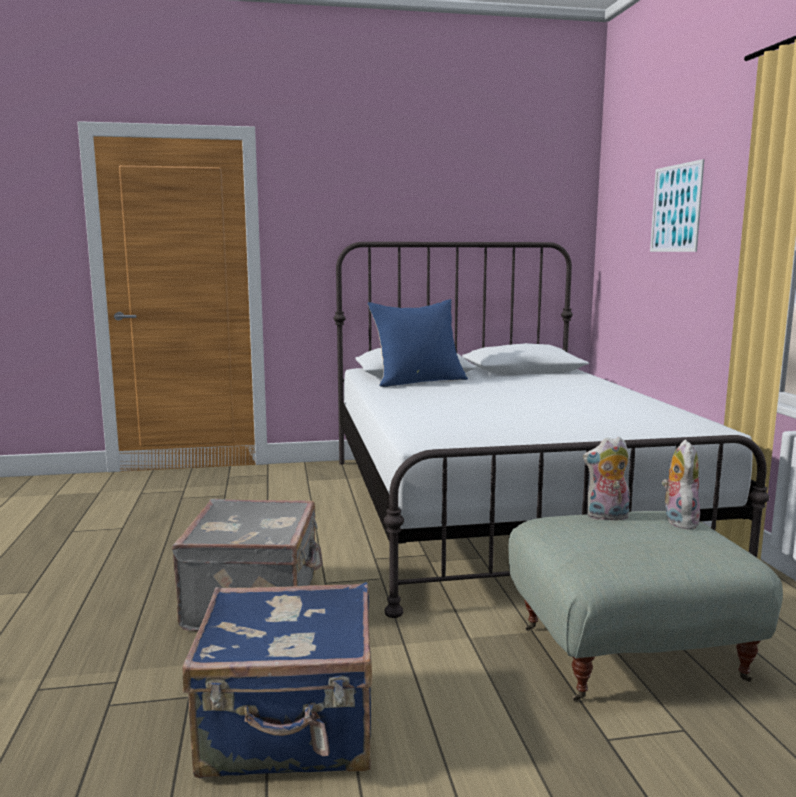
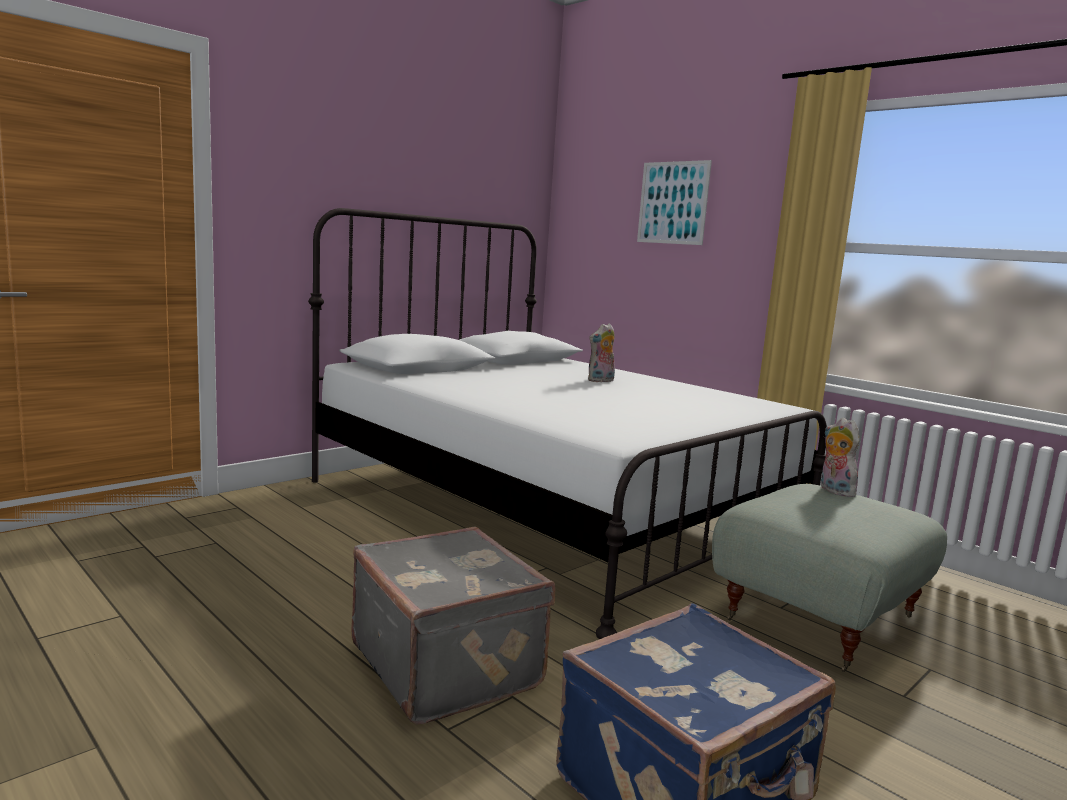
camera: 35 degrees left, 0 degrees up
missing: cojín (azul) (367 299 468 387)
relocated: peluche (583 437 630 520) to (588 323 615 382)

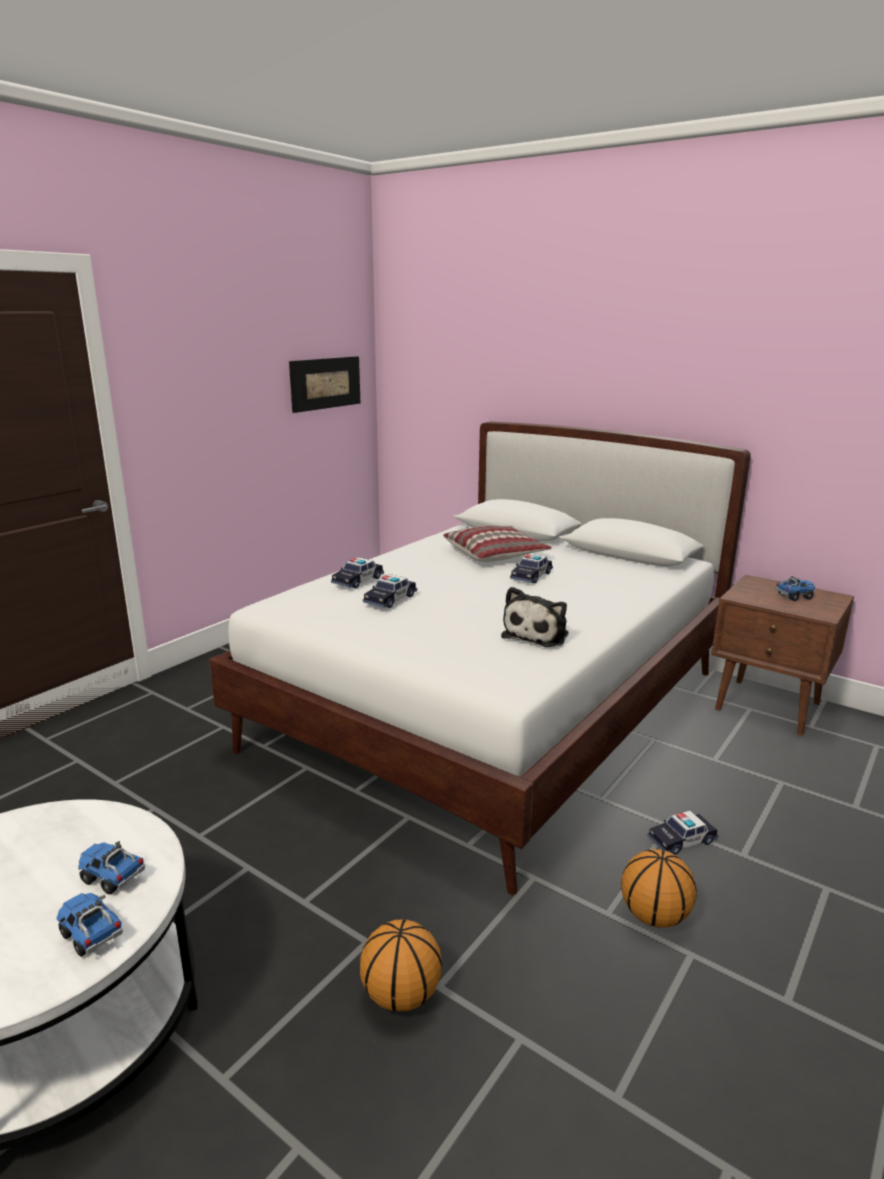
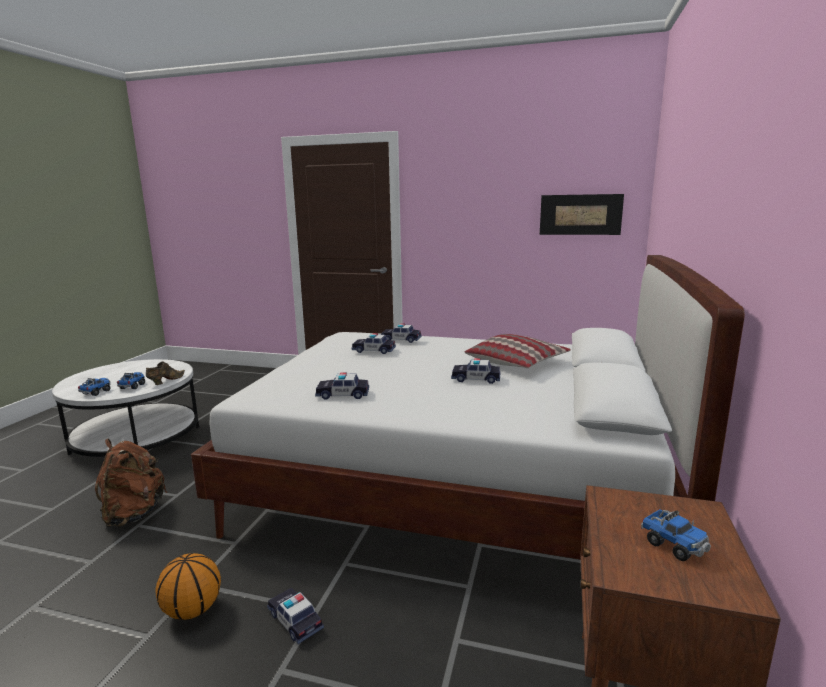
camera: 70 degrees right, 5 degrees down
appeared: zapato (marrón) (146 361 185 385)
exchanged: balón de baloncesto (360 919 442 1012) to mochila (marrón) (95 438 167 527); peluche (501 587 569 647) to coche de juguete (315 372 369 399)

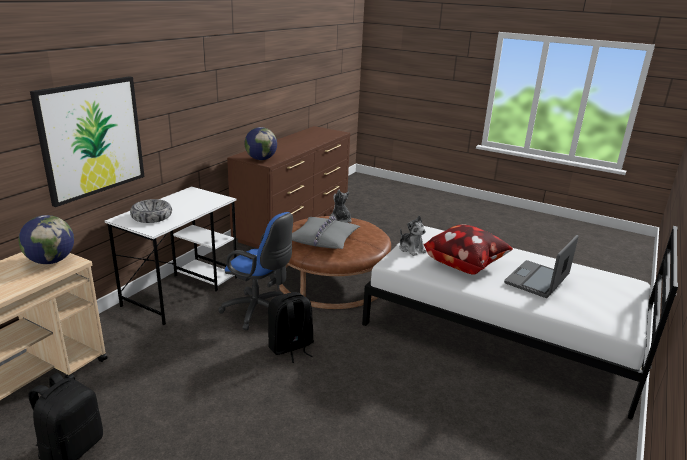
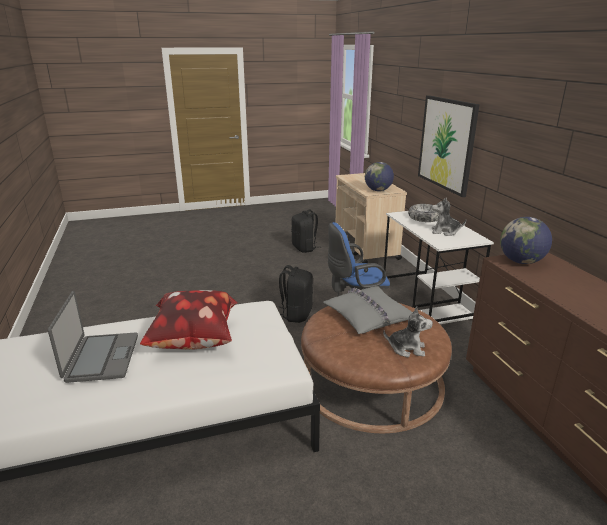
camera: 135 degrees right, 0 degrees up
relocated: peluche (399 215 427 256) to (432 198 466 236)

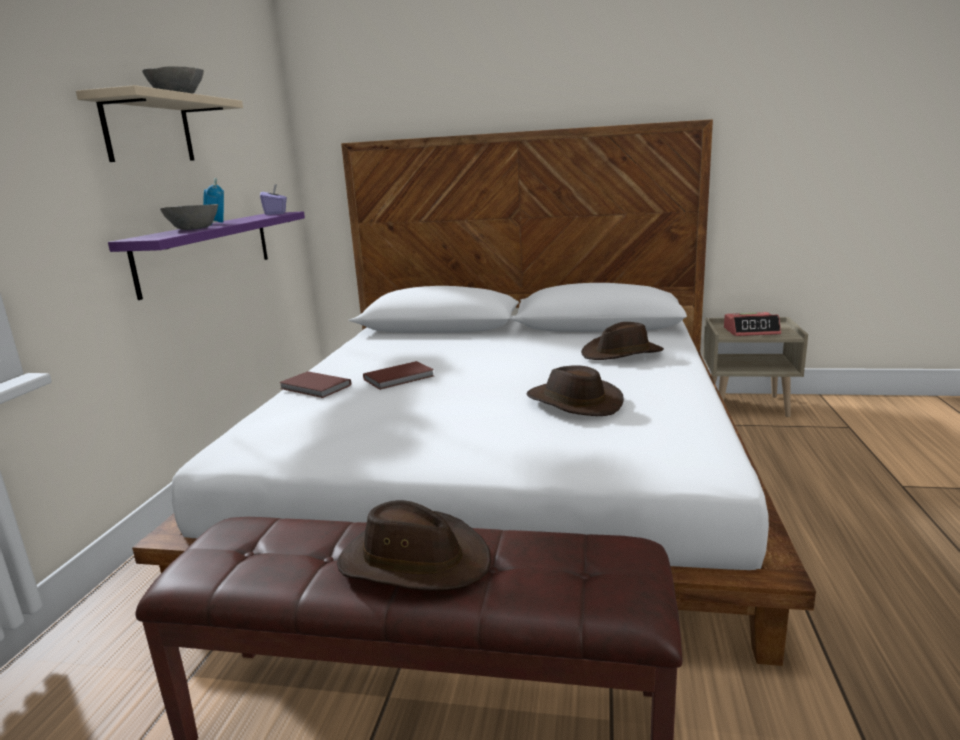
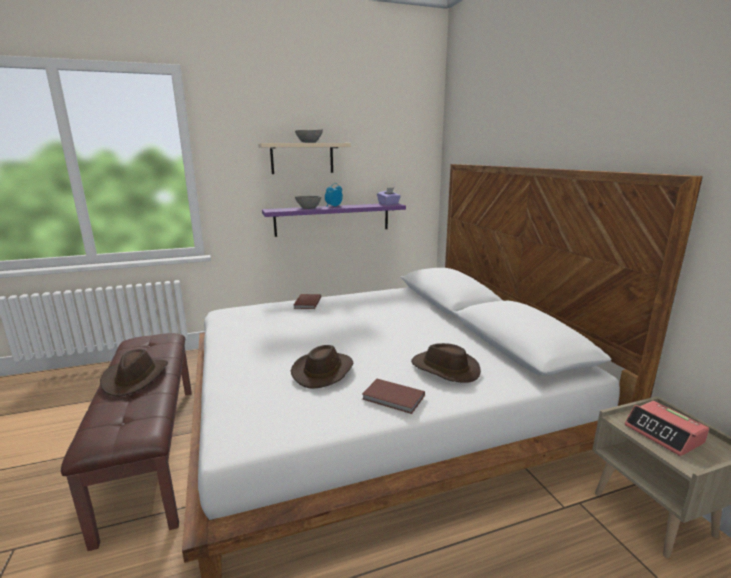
camera: 60 degrees right, 0 degrees up
relocated: libro (marrón) (363 361 434 390) to (362 379 425 414)

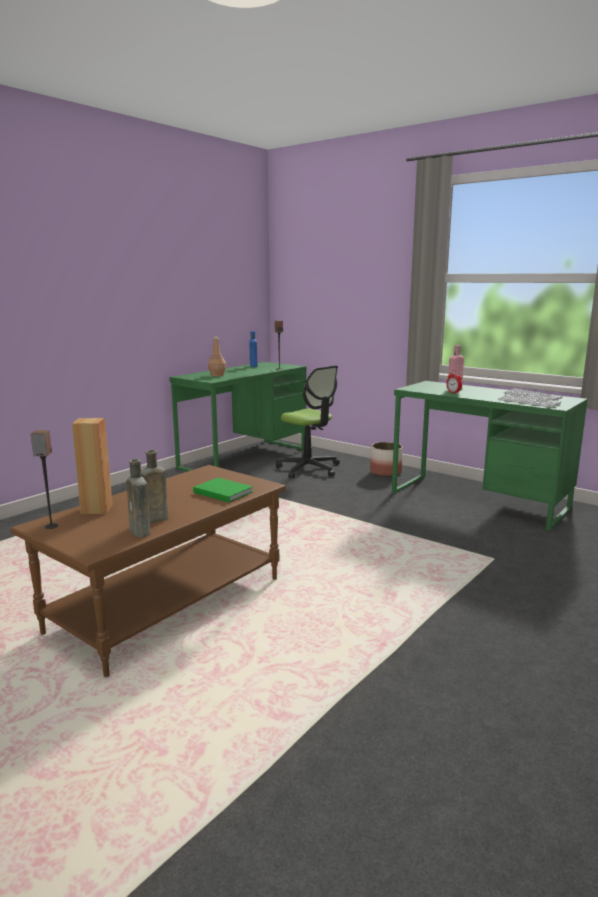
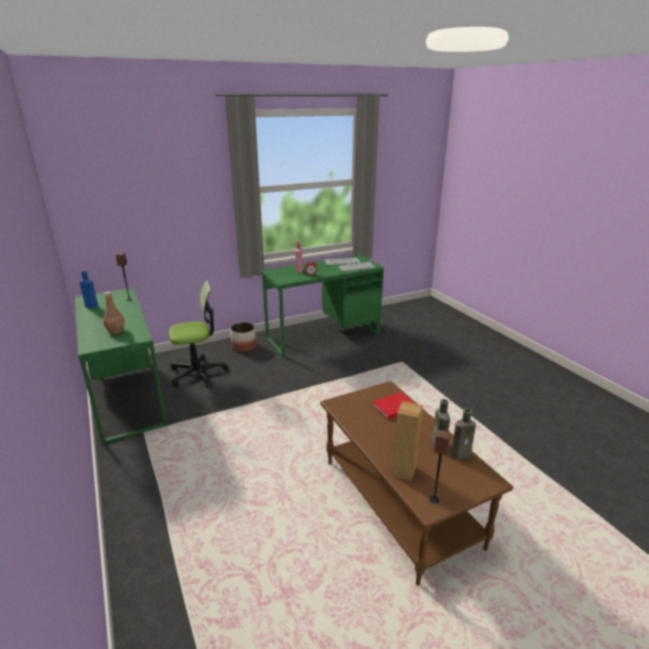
camera: 65 degrees left, 10 degrees up
colour: libro (verde) (193 478 253 503) to libro (rojo) (372 392 414 420)

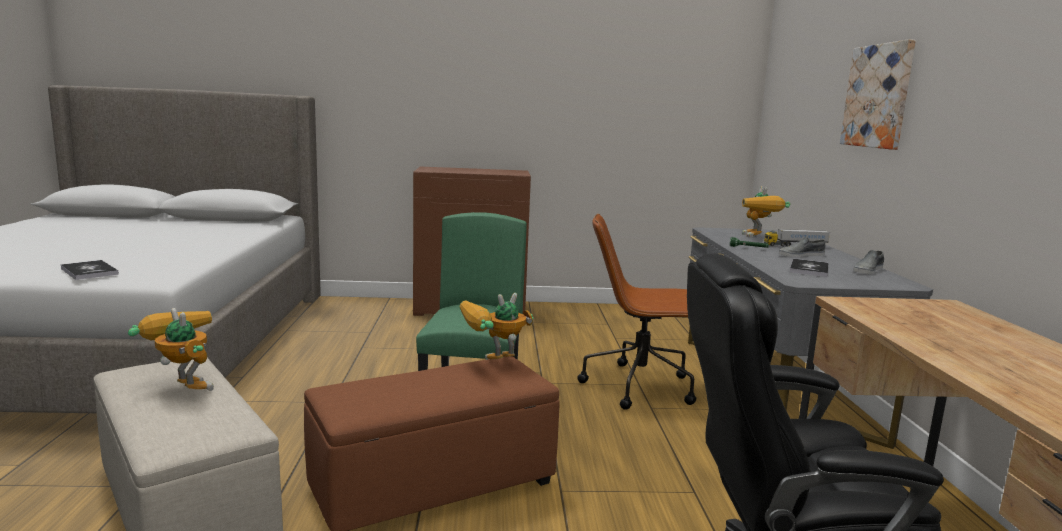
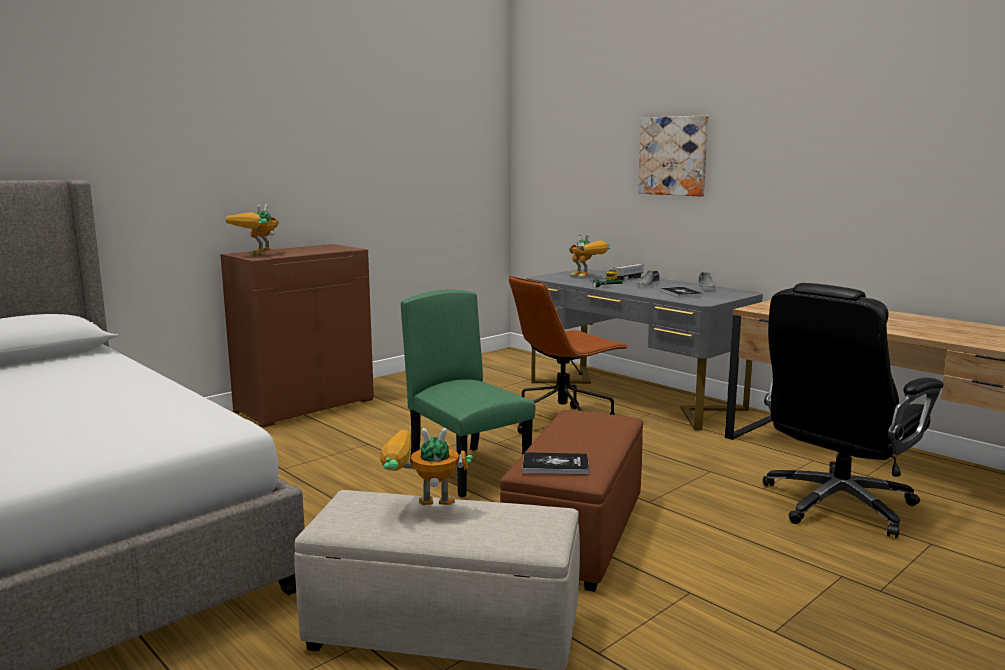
camera: 40 degrees left, 0 degrees up
relocated: robot de juguete (459 293 534 360) to (226 204 279 255); libro (61 260 119 280) to (523 452 589 475)

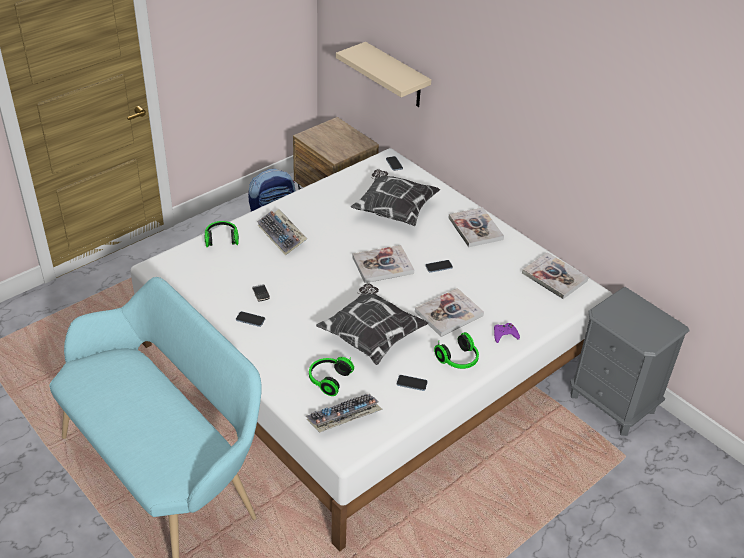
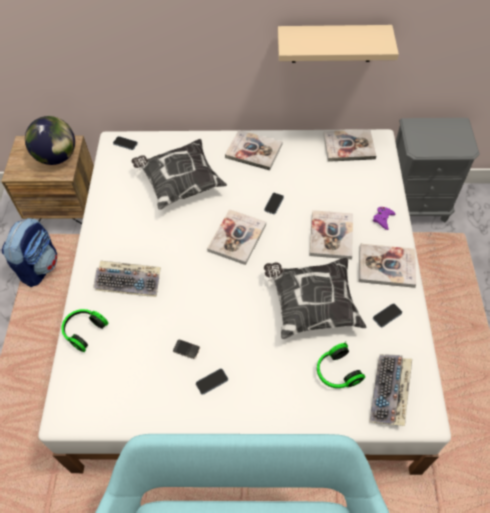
camera: 45 degrees left, 15 degrees up
appeared: globo terráqueo (25 116 75 165)
relocated: estante (beis) (336 42 431 107) to (278 25 399 63)
exchanged: auriculares (434 332 479 369) to libro (359 244 416 288)

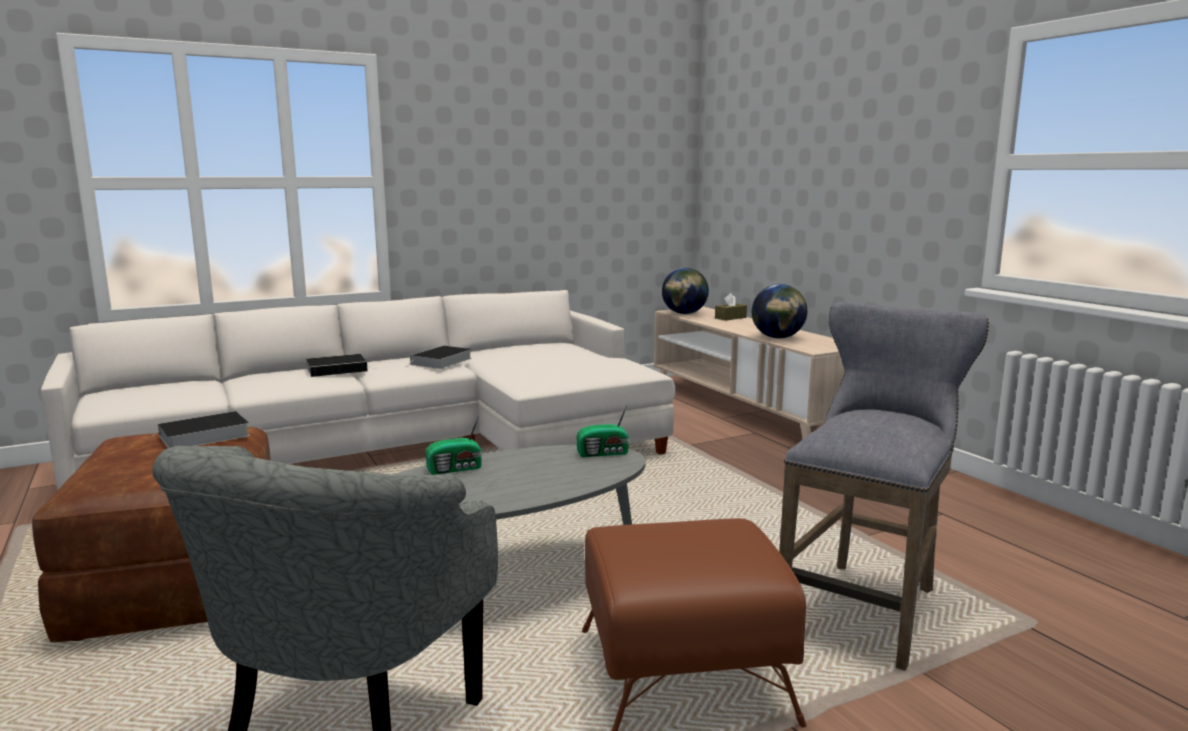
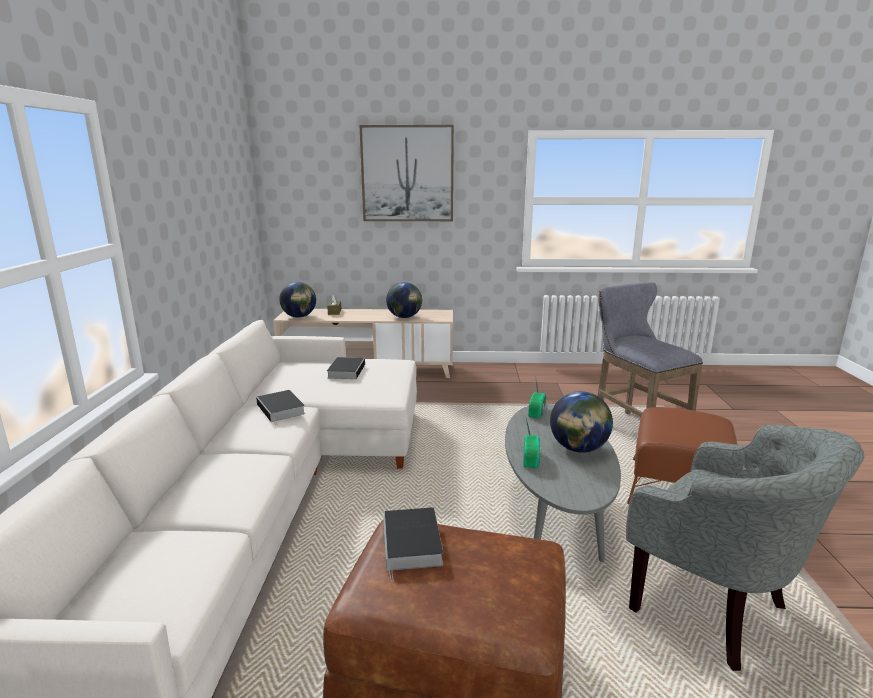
camera: 60 degrees left, 5 degrees up
appeared: cuadro (359 125 454 221); globo terráqueo (550 391 613 453)
relocated: libro (306 354 375 377) to (327 357 365 379)

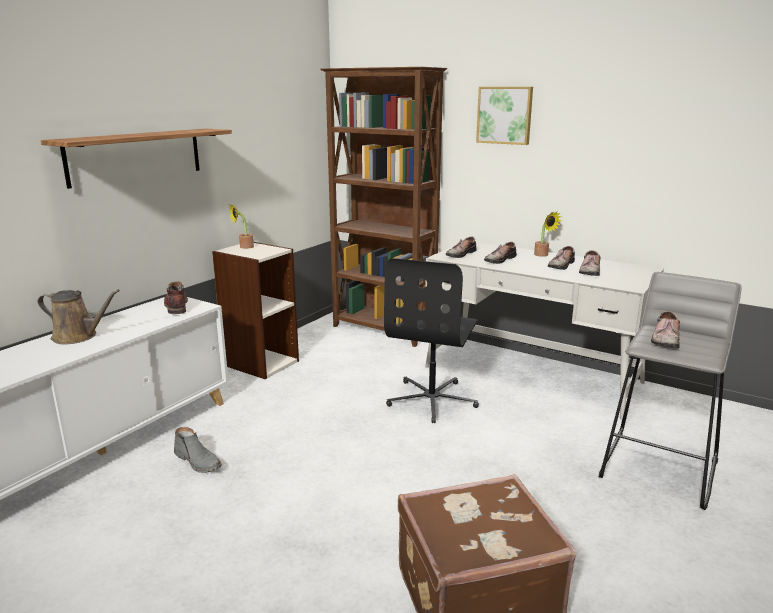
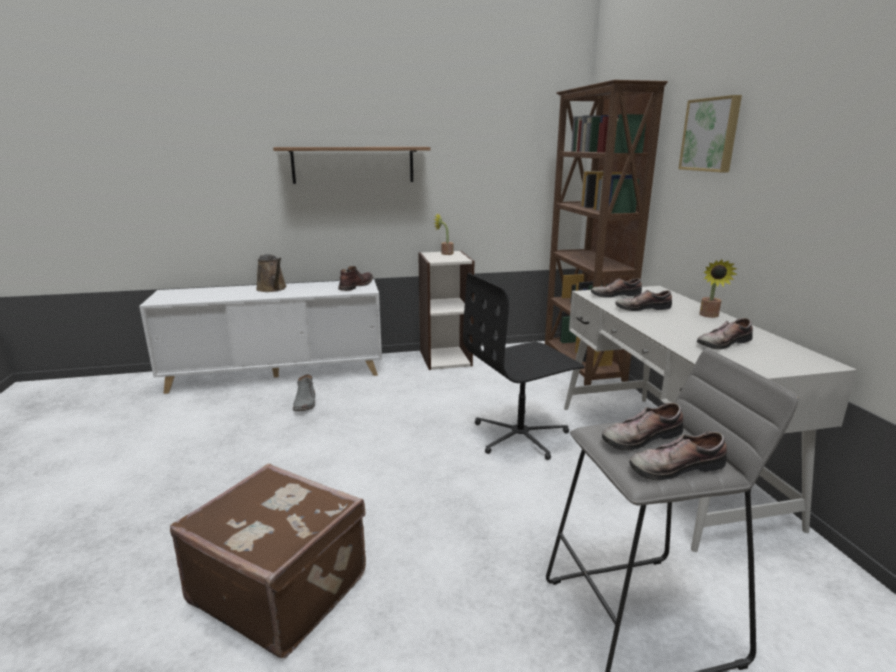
camera: 45 degrees right, 0 degrees up
relocated: zapato (548 246 575 270) to (629 432 727 480)

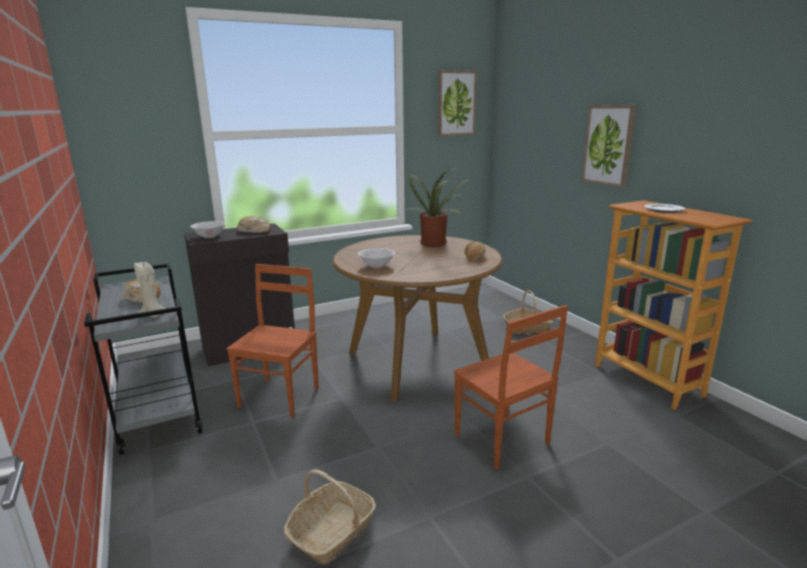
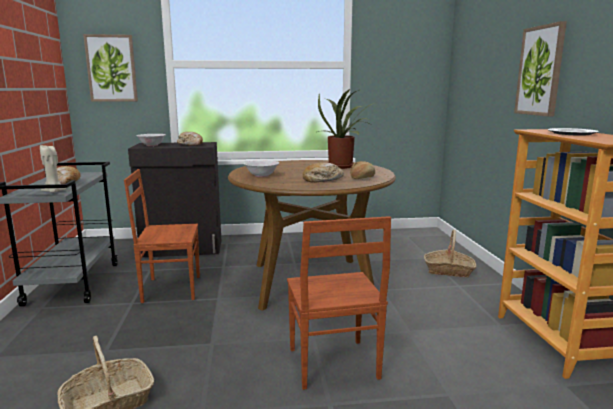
camera: 20 degrees right, 5 degrees down
appeared: pan (302 163 344 183)
relocated: cuadro (438 70 477 136) to (83 34 138 102)
spun: silla (marrón) (226 264 319 417) = (124 169 200 303) 135 degrees counterclockwise

